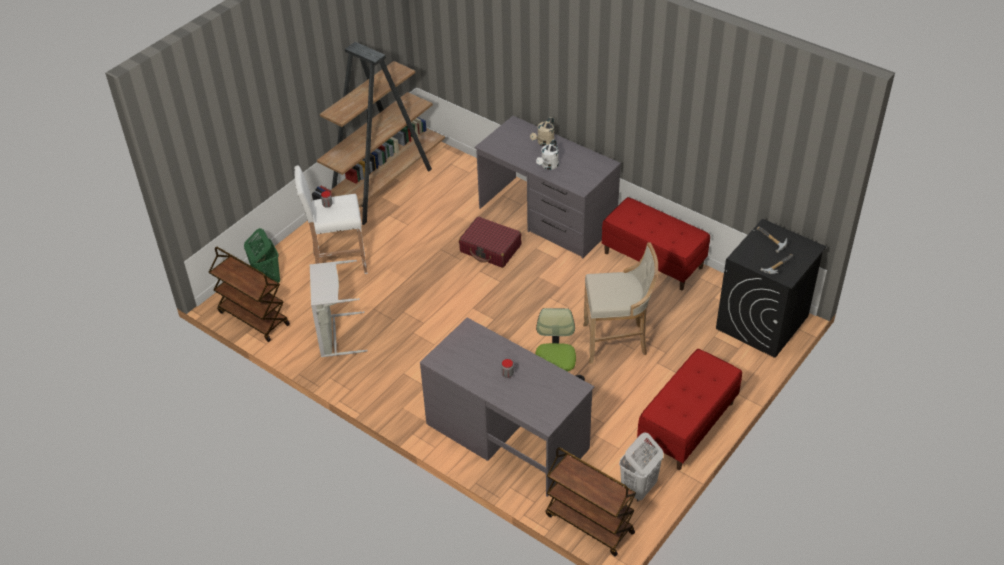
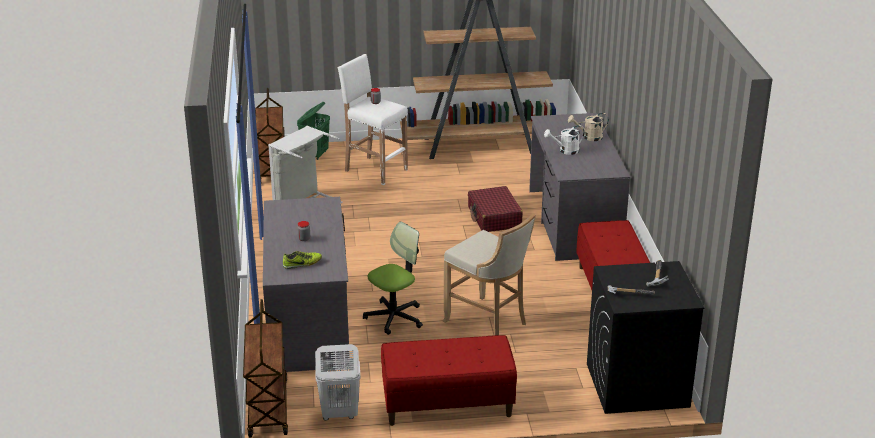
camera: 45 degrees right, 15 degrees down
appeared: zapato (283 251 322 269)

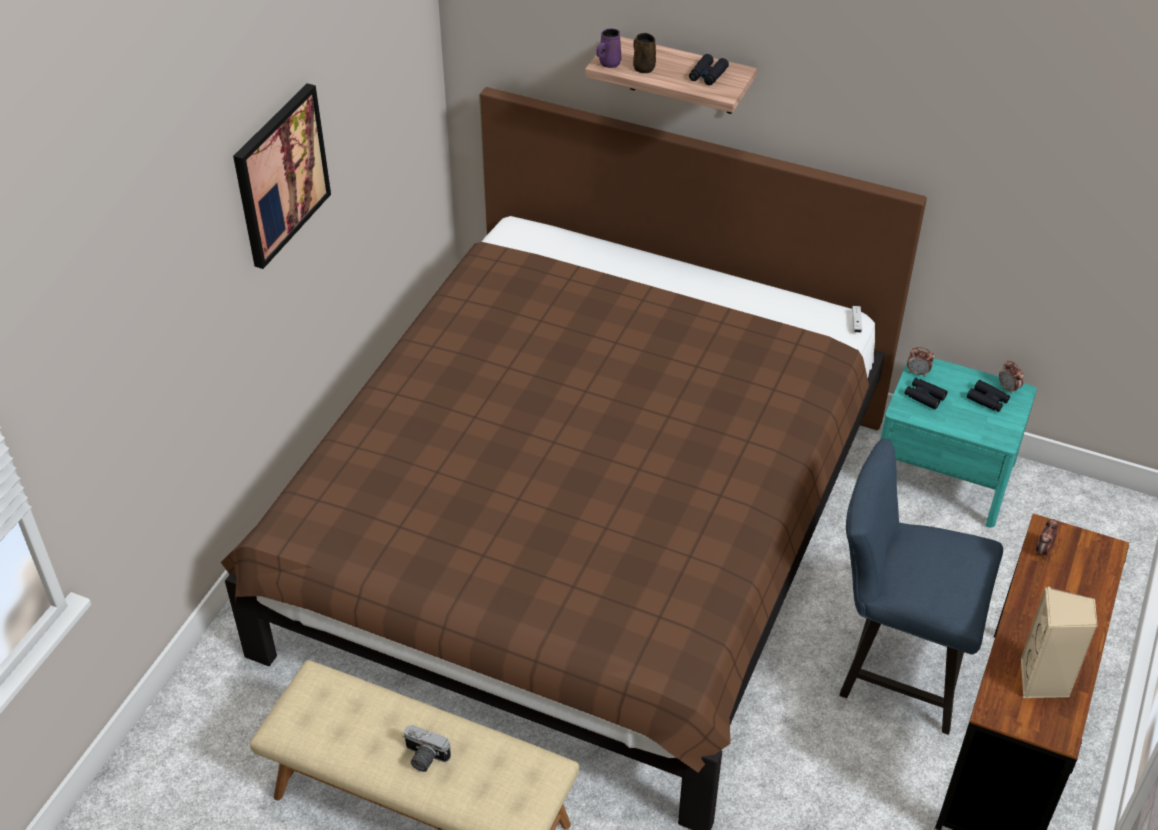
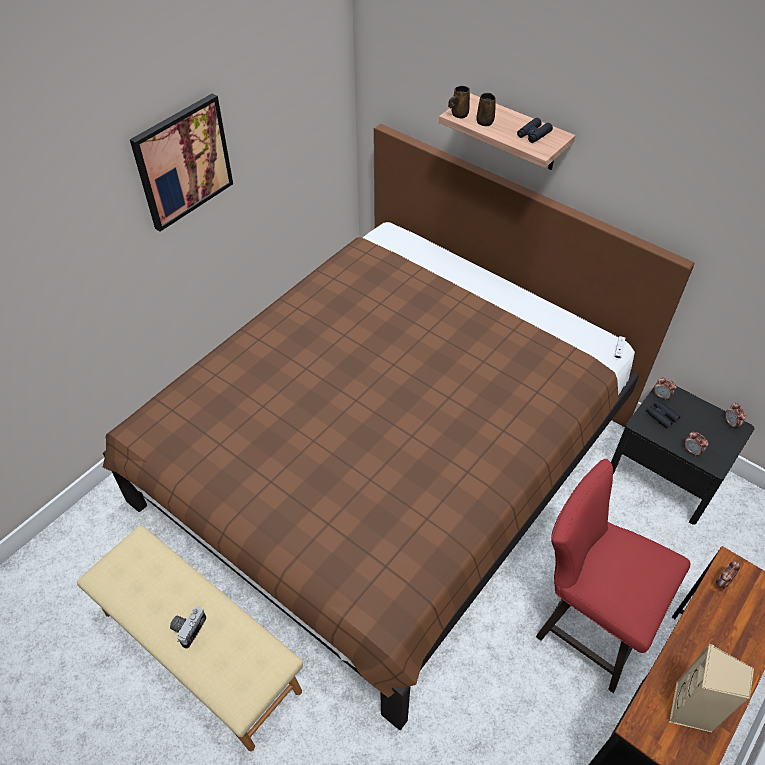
camera: 15 degrees right, 5 degrees up
missing: prismáticos (negro) (967 380 1010 412)
appeared: despertador (684 432 708 456)
colour: taza grande (morado) (596 28 622 68) to taza grande (marrón) (448 86 470 118); silla (azul) (839 438 1003 735) to silla (rojo) (536 459 690 693); mesita de noche (turquesa) (880 358 1037 528) to mesita de noche (negro) (611 386 755 525)
spun: cámara (402 725 451 772) = (170 606 206 649) 75 degrees clockwise

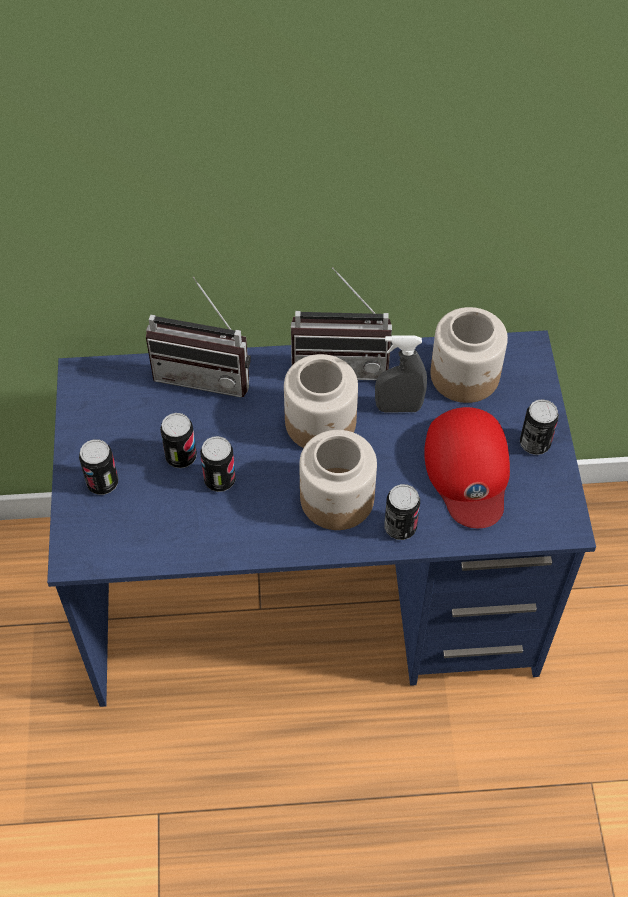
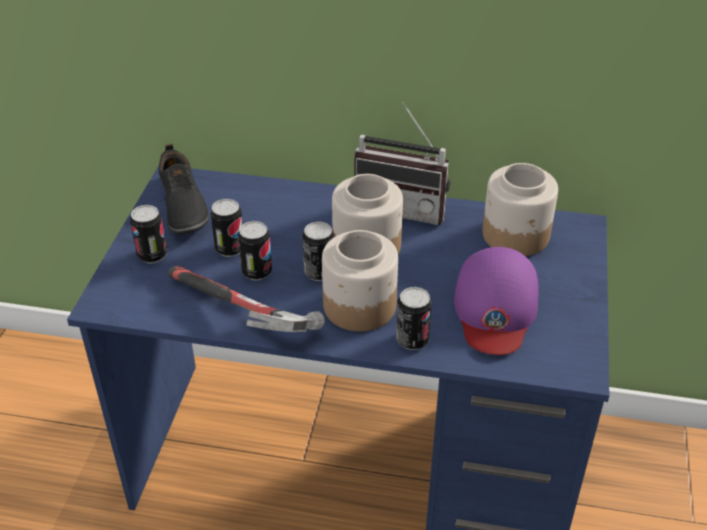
camera: 15 degrees right, 15 degrees down
missing: radio (146 277 251 398); pulverizador (gris) (375 335 427 413)
appeared: zapato (negro) (159 144 209 235); martillo (168 266 325 332)
relocated: lata (520 399 559 455) to (302 221 334 281)
colour: gorra (rojo) (424 407 510 528) to gorra (morado) (454 247 538 355)

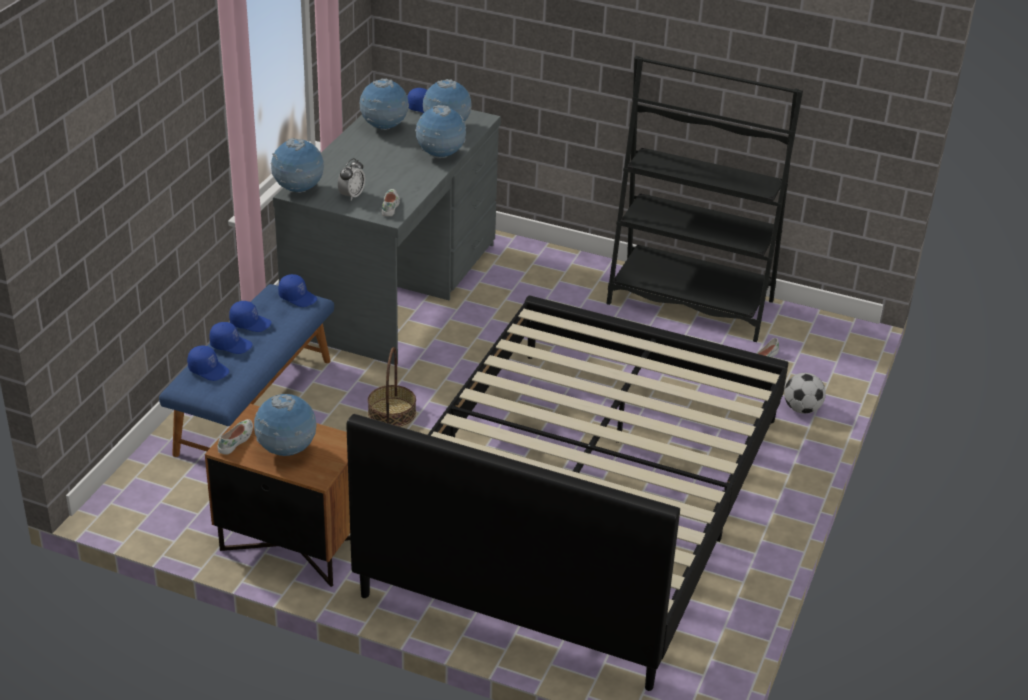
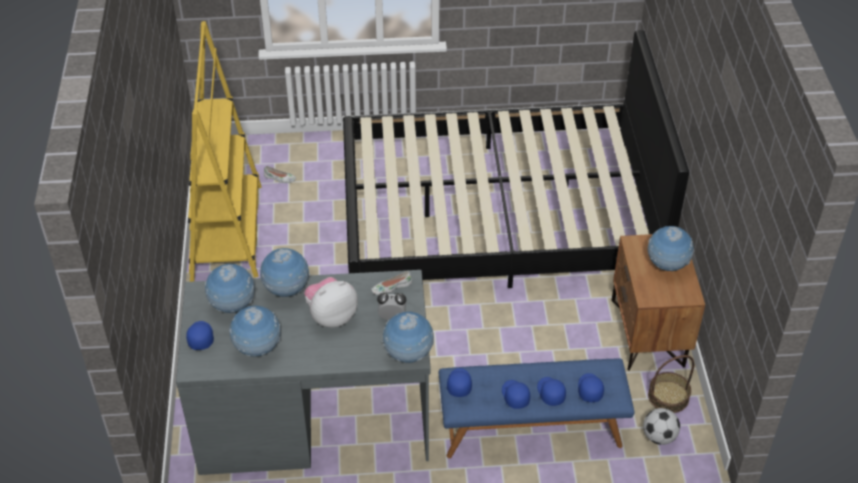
camera: 115 degrees left, 10 degrees up
missing: zapato (blanco) (217 419 253 455)
appeared: peluche (304 277 358 327)
relocated: balón de fútbol (784 373 826 414) to (643 408 680 445); cesta (368 347 416 427) to (648 355 694 413)
colour: estantería (negro) (606 56 803 342) to estantería (amarillo) (188 21 262 282)

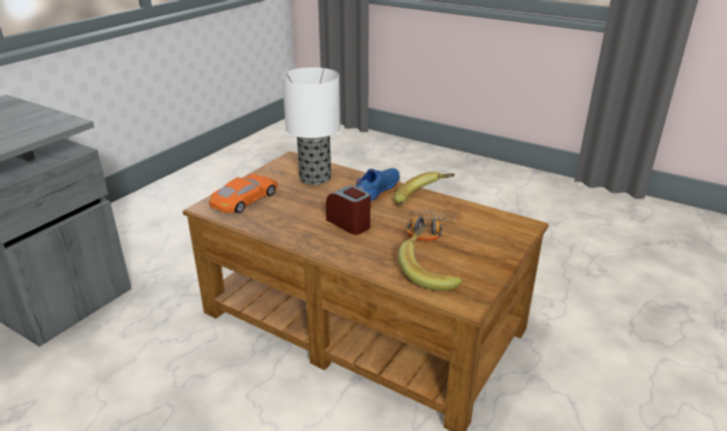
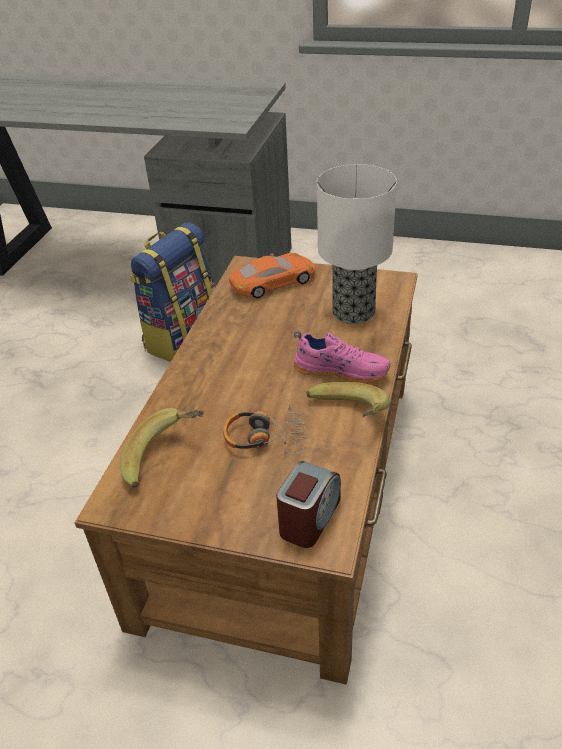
camera: 75 degrees right, 10 degrees up
appeared: mochila (130 223 215 362)
relocated: despertador (326 186 370 235) to (276 461 341 548)
colour: zapato (azul) (356 168 400 206) to zapato (rosa) (293 331 390 383)
spun: coche de juguete (naranja) (209 174 278 213) = (229 253 315 299) 45 degrees counterclockwise

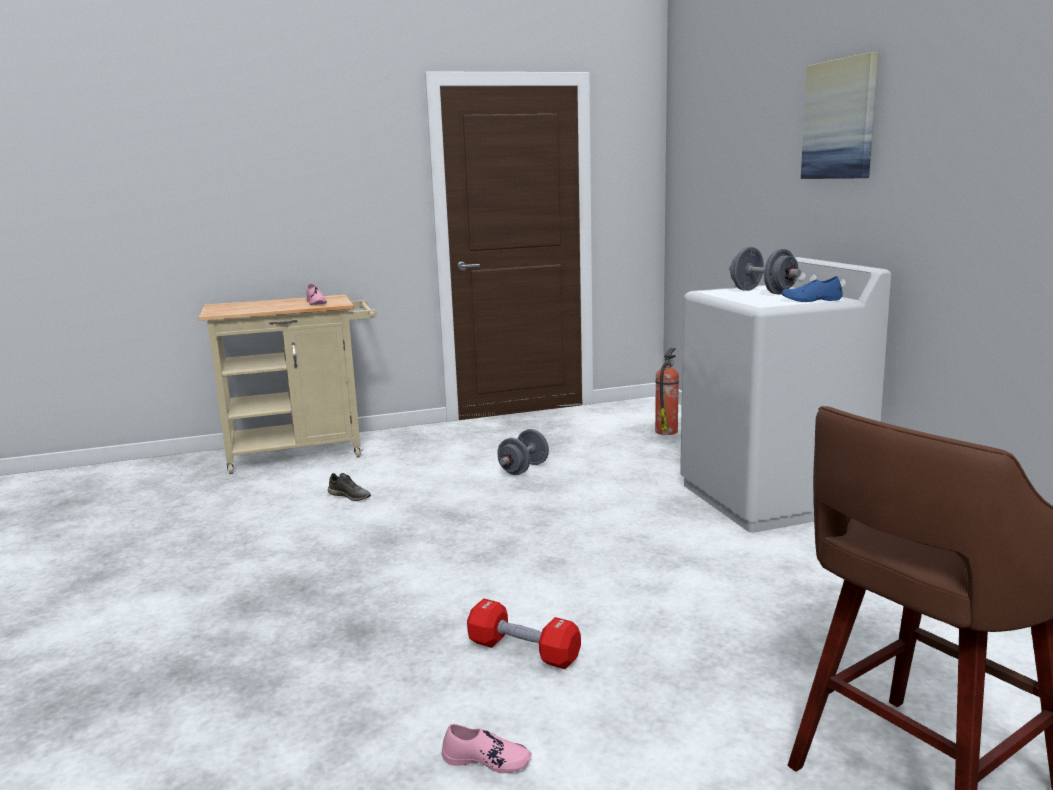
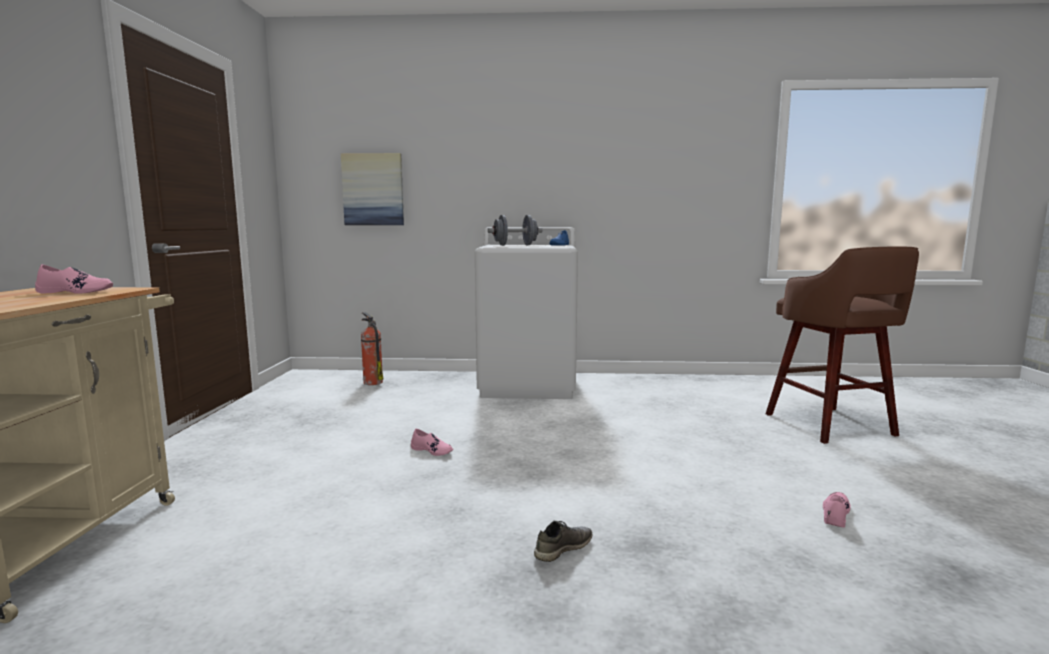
camera: 70 degrees left, 5 degrees down
missing: mancuerna (rojo) (467 598 581 669); mancuerna (gris) (497 429 549 475)
appeared: zapato (rosa) (411 429 453 456)
relocated: cuadro (801 52 879 179) to (341 153 404 225); zapato (gris) (328 473 371 501) to (534 520 592 562)

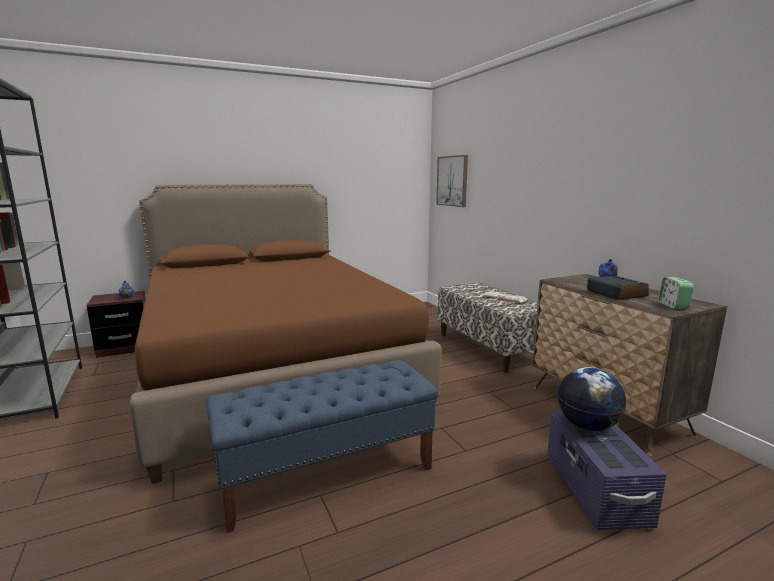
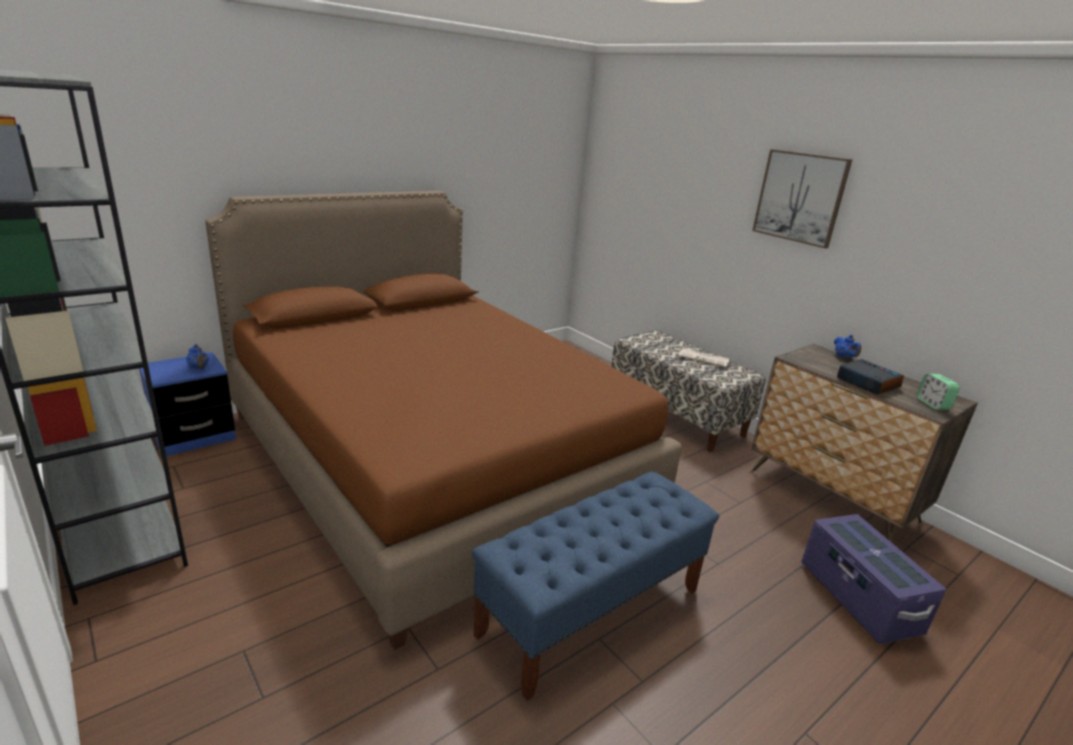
camera: 15 degrees left, 10 degrees up
missing: globo terráqueo (558 367 626 431)
relocated: cuadro (436 155 468 207) to (752 149 852 248)
colour: mesita de noche (marrón) (87 291 145 358) to mesita de noche (azul) (139 352 236 456)

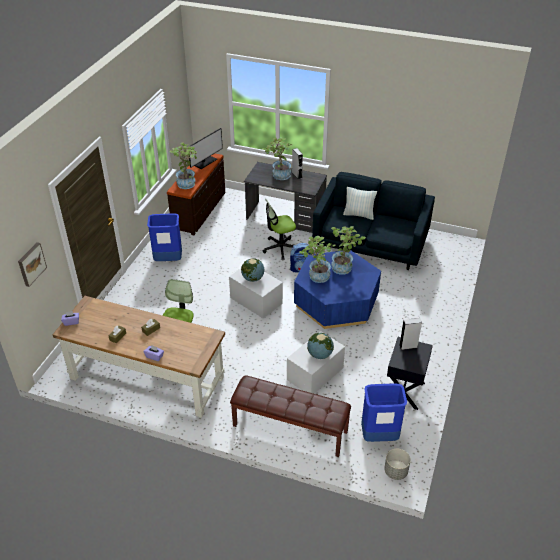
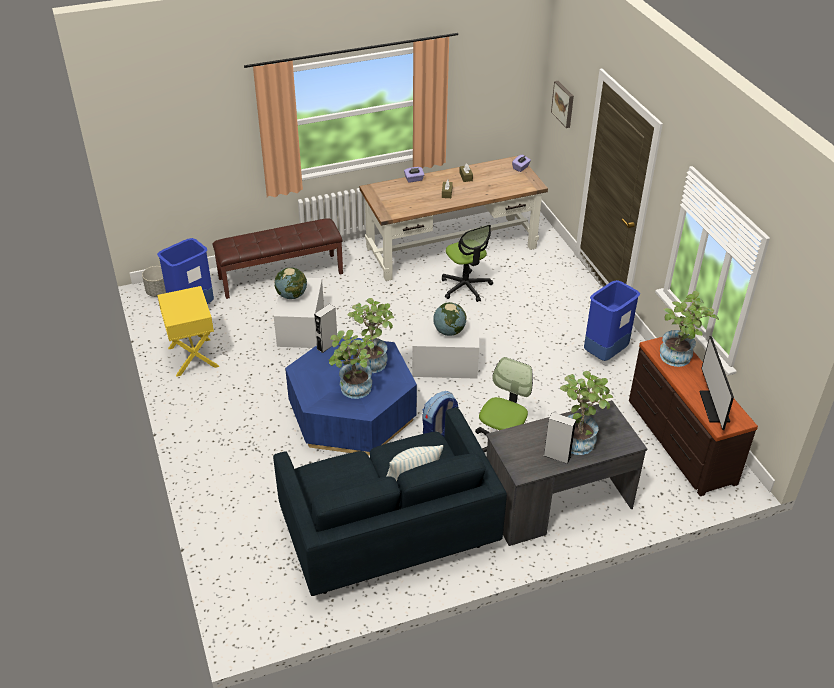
camera: 140 degrees right, 0 degrees up
relocated: altavoz (gris) (399 318 422 350) to (314 304 337 353)
colour: mesita de noche (negro) (387 337 433 410) to mesita de noche (amarillo) (157 286 219 377)

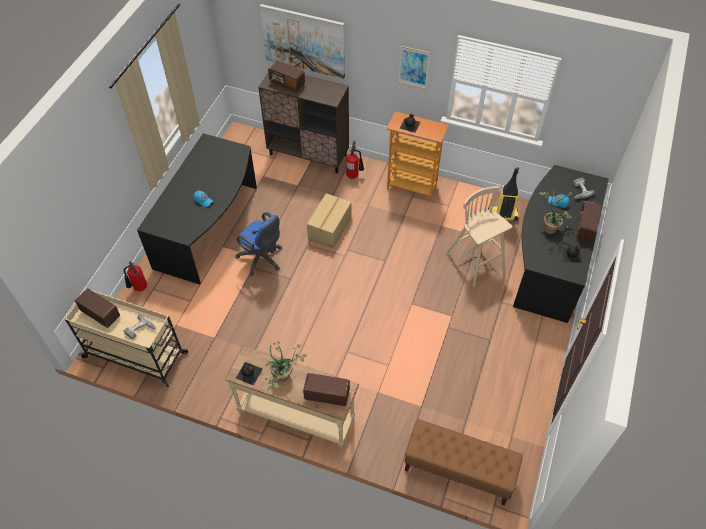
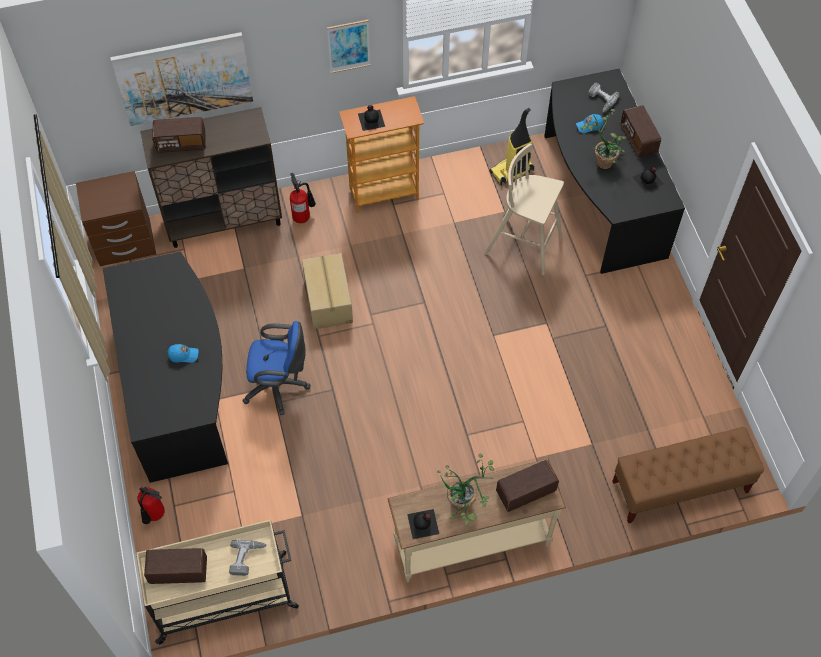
camera: 35 degrees left, 5 degrees up
appeared: mesita de noche (marrón) (76 171 156 266)

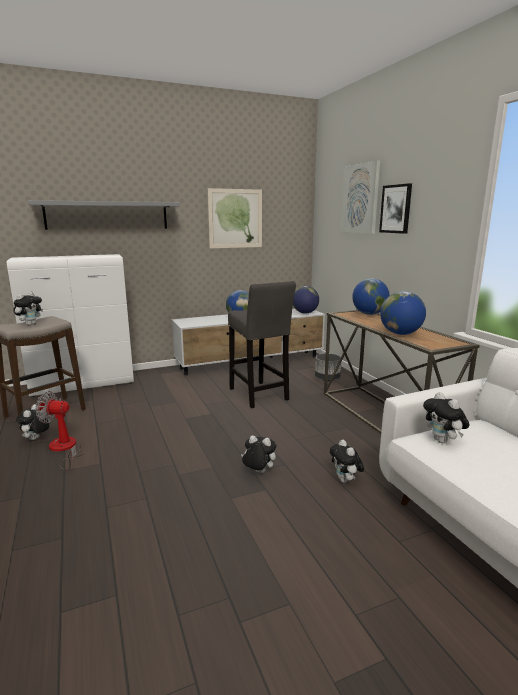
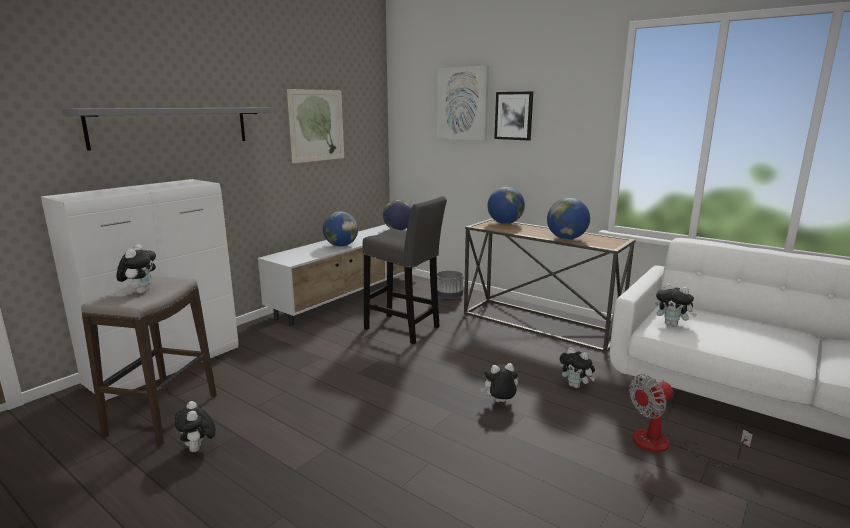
camera: 30 degrees left, 0 degrees up
relocated: ventilador (35 391 83 471) to (629 374 753 467)

